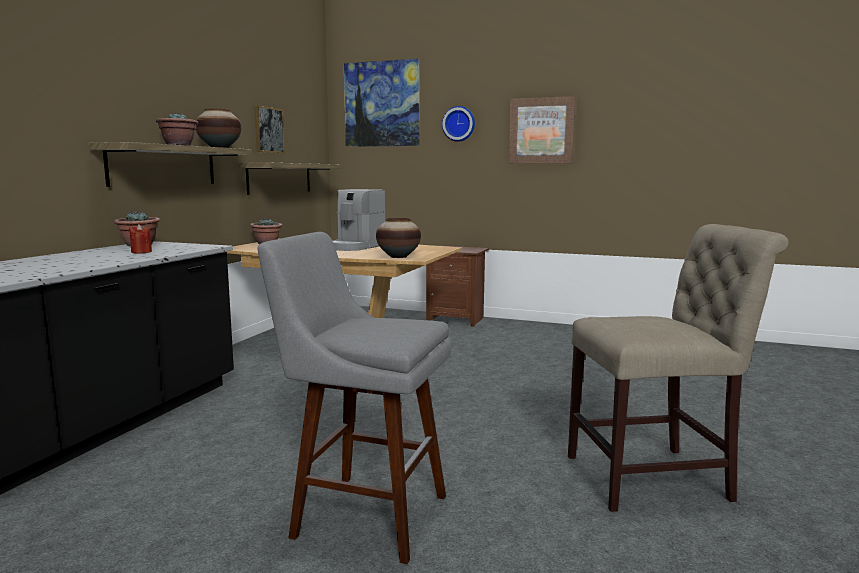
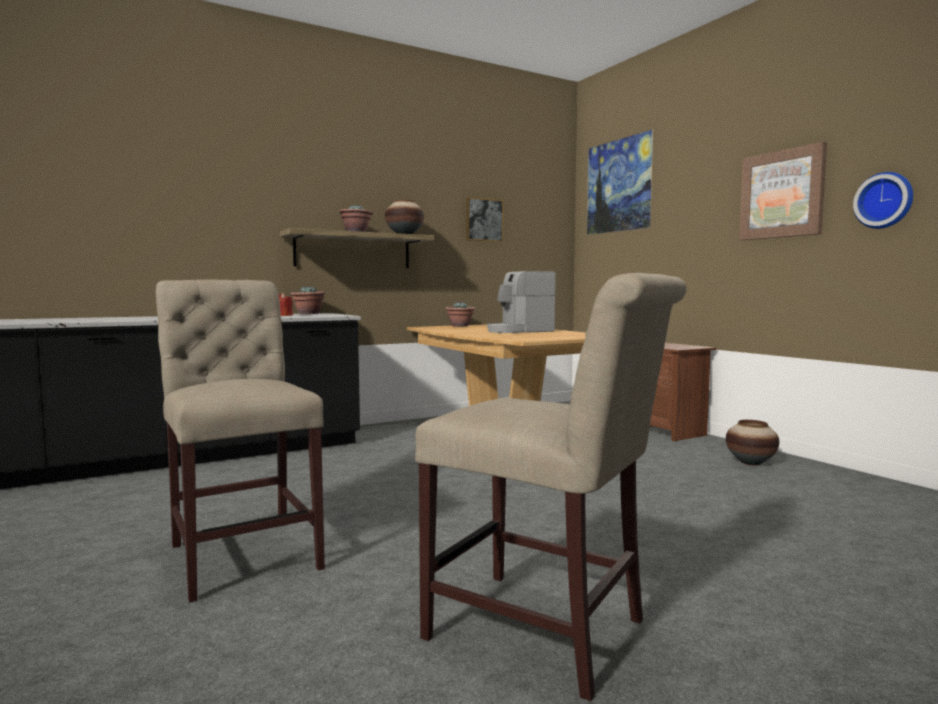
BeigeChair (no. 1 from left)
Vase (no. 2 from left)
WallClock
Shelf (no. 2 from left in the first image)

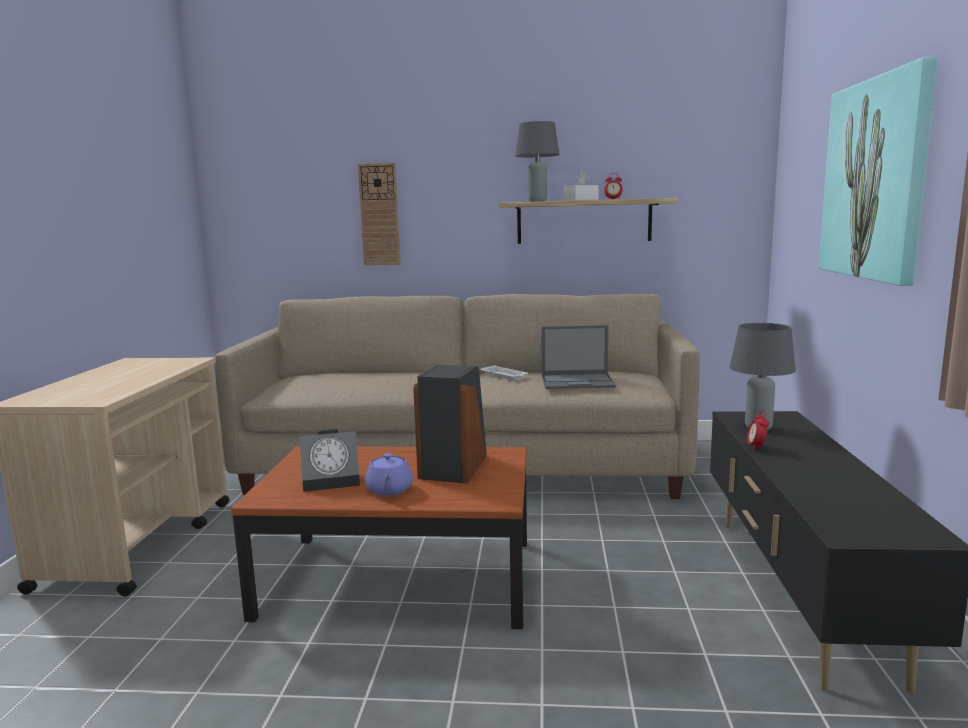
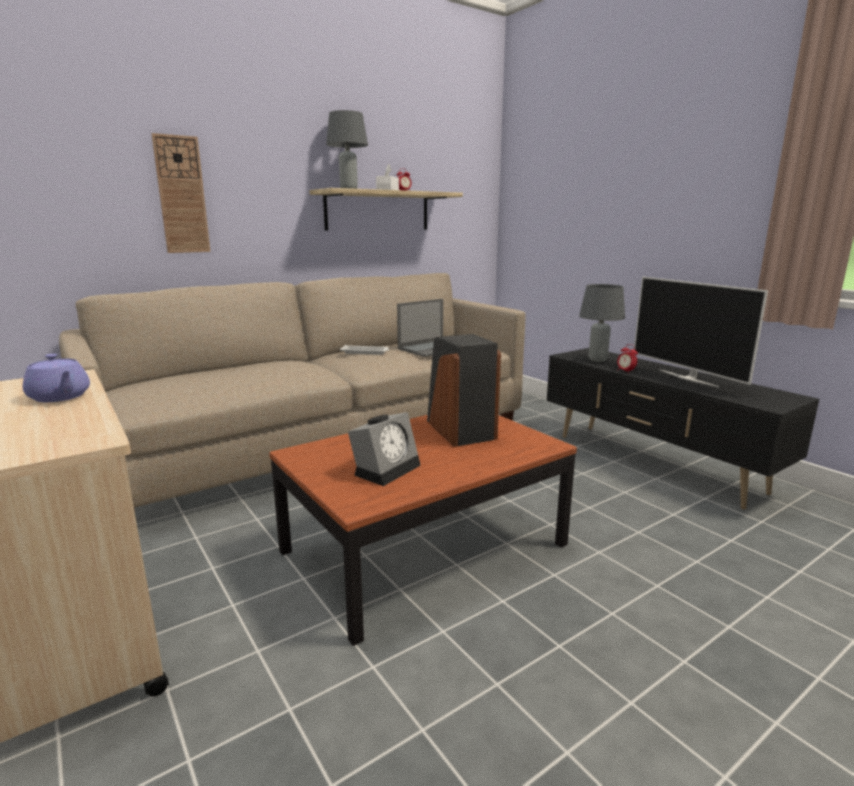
PurpleTeapot
Television
Picture

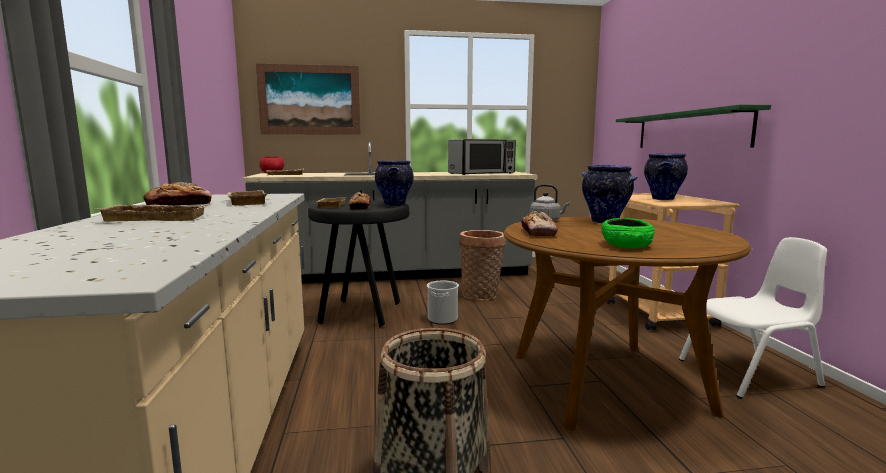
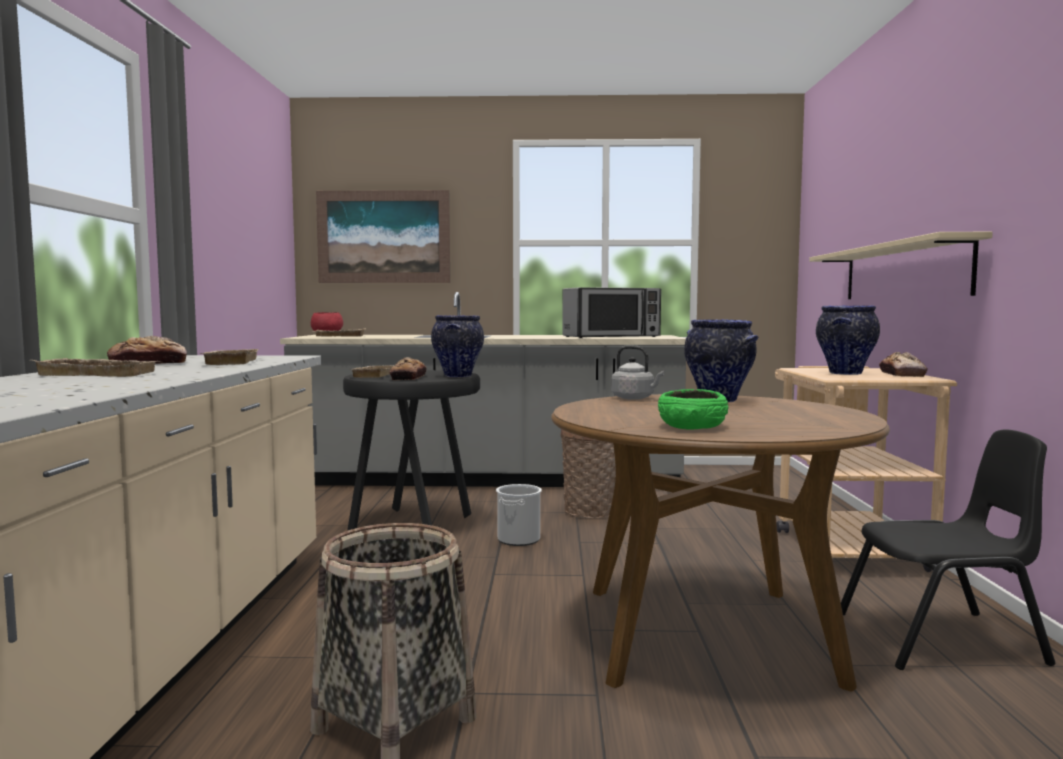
BeigeShelf
BlackChair
Bread (no. 3 from left)

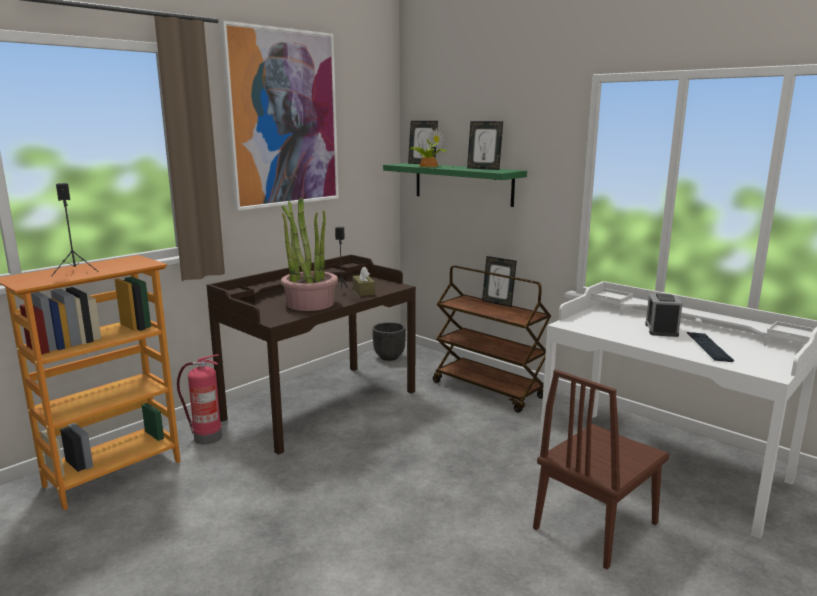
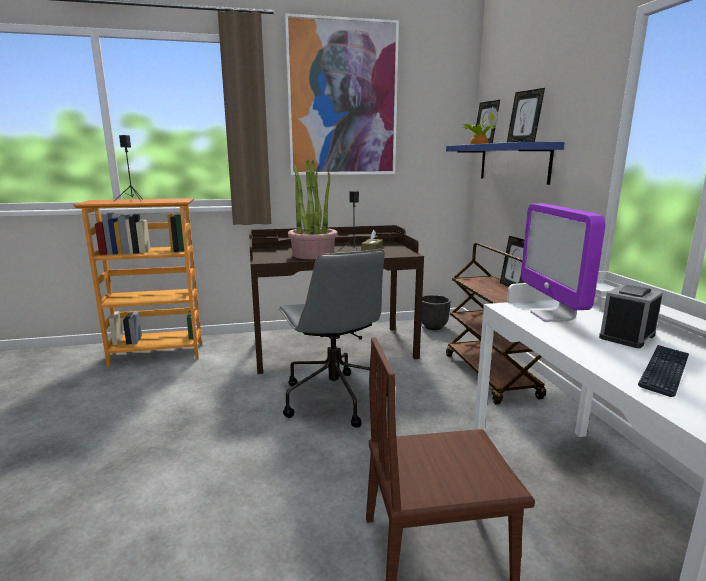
GreyOfficeChair
BlueShelf
Monitor
FireExtinguisher

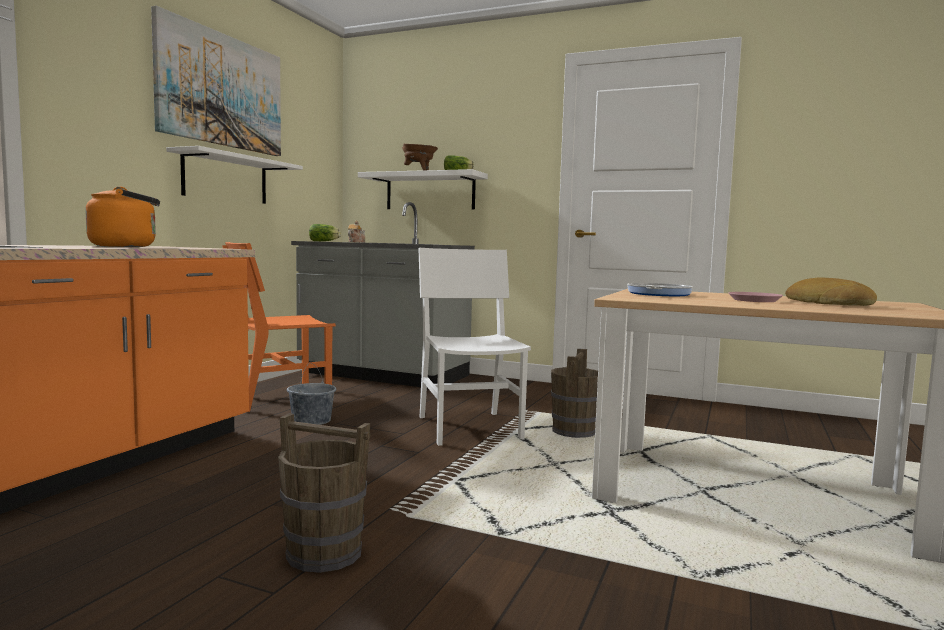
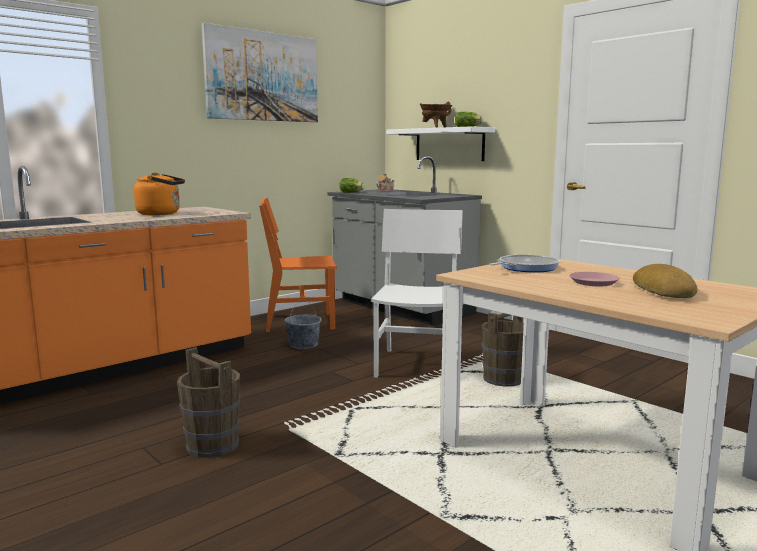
WhiteShelf (no. 1 from left in the first image)

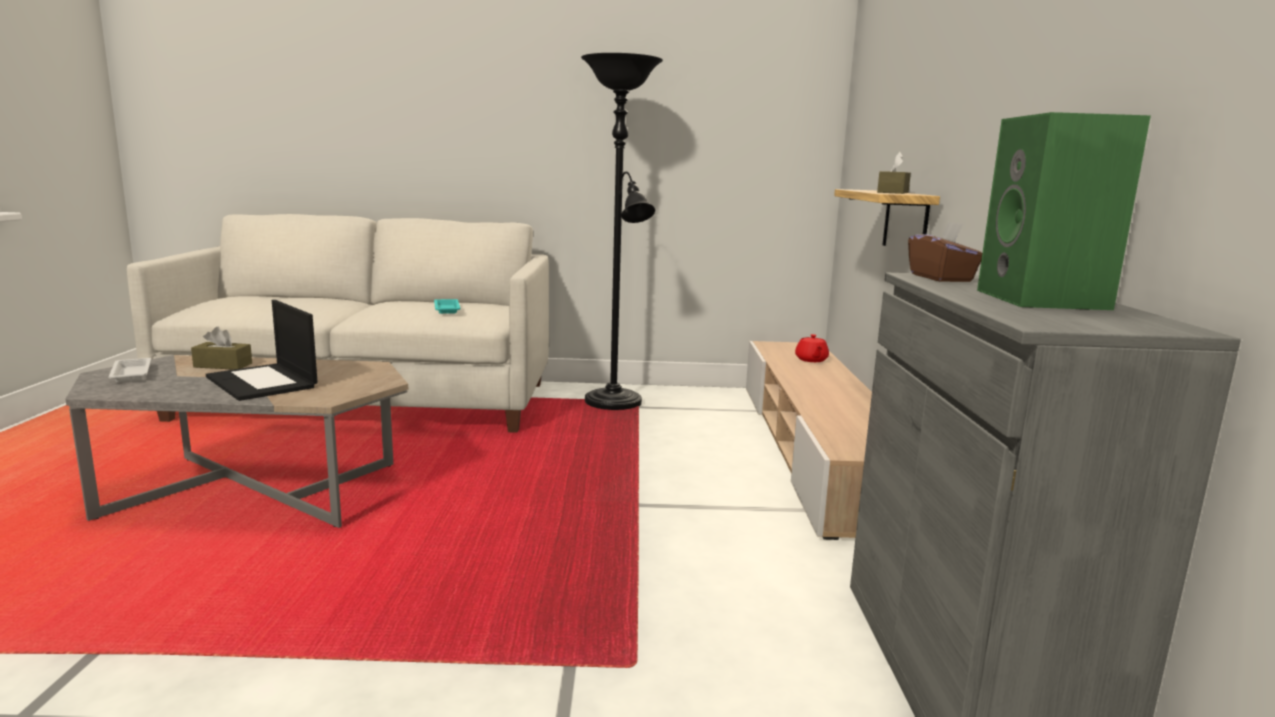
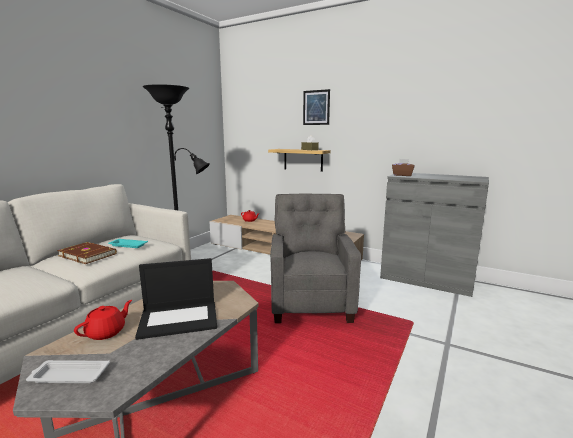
BrownBook
RedTeapot (no. 1 from left)
GreyArmchair
Picture
GreenSpeaker

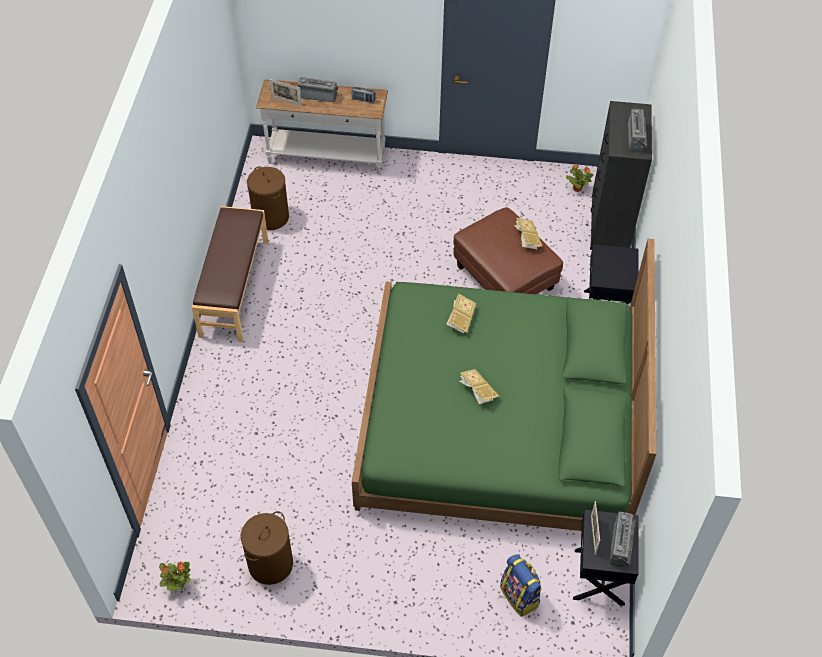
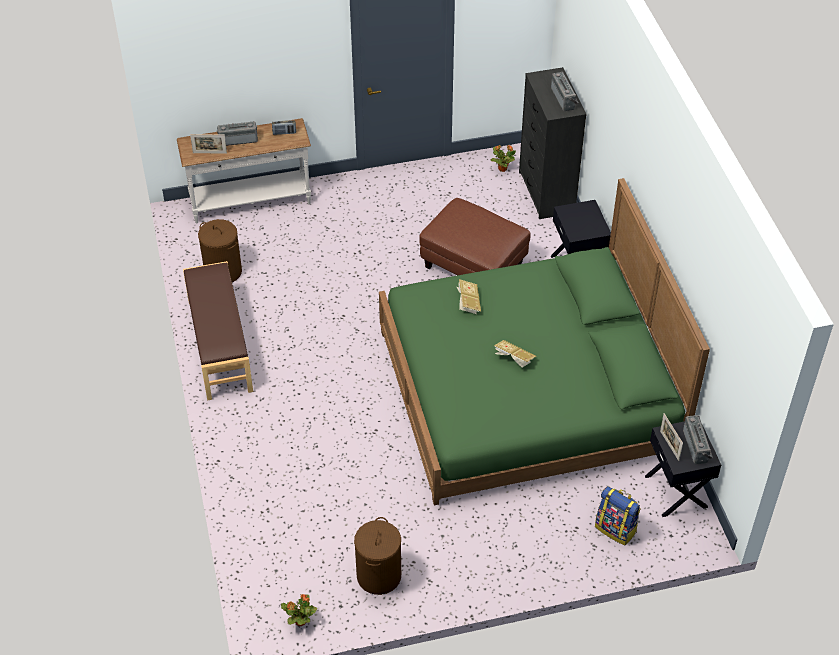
Book (no. 3 from left in the first image)

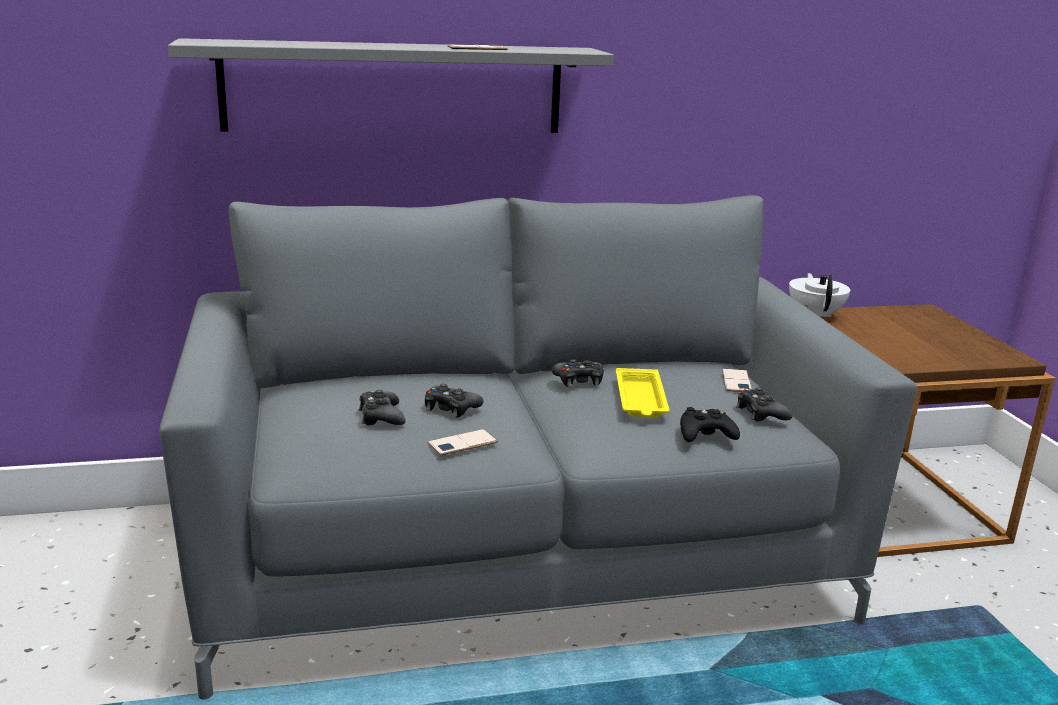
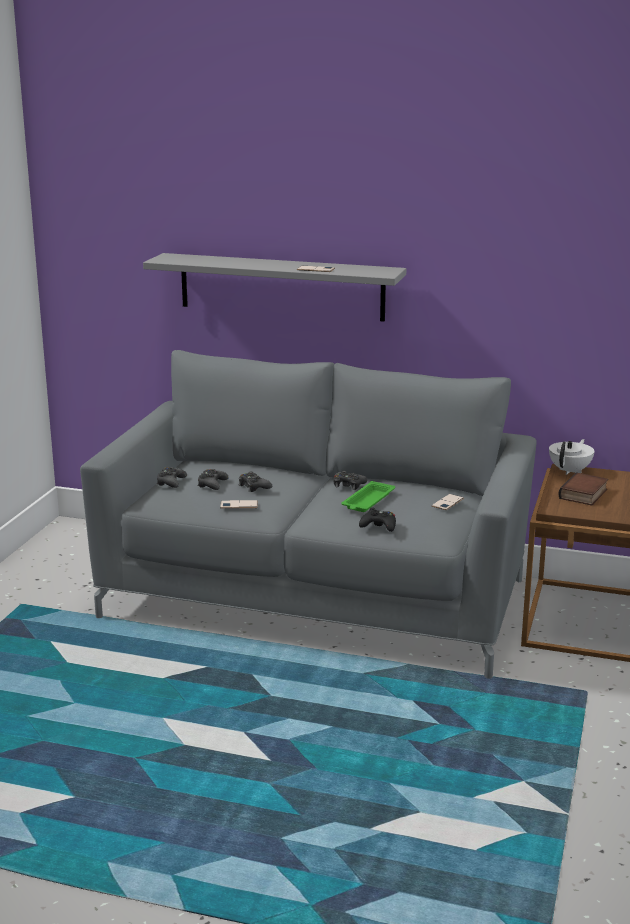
BlackGameController (no. 1 from left)
GreenTray
Book

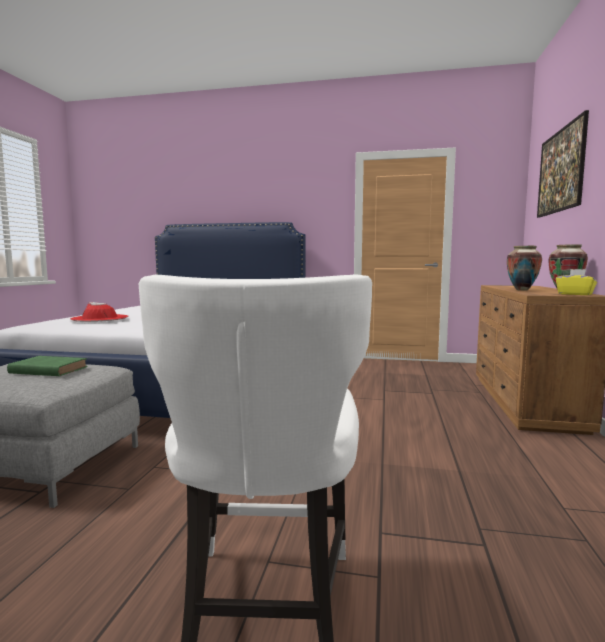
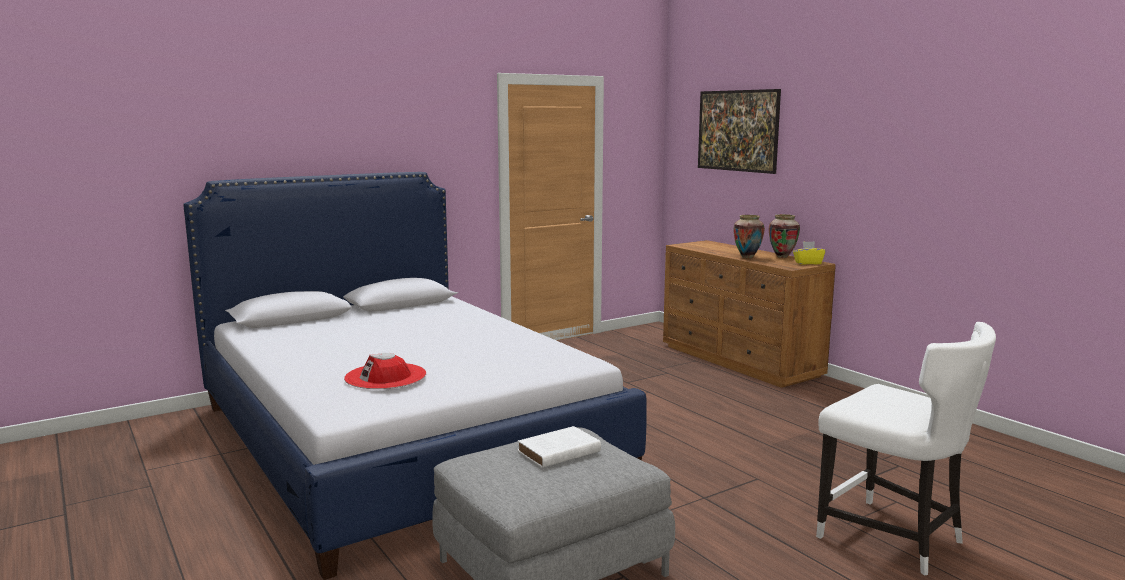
WhiteBook

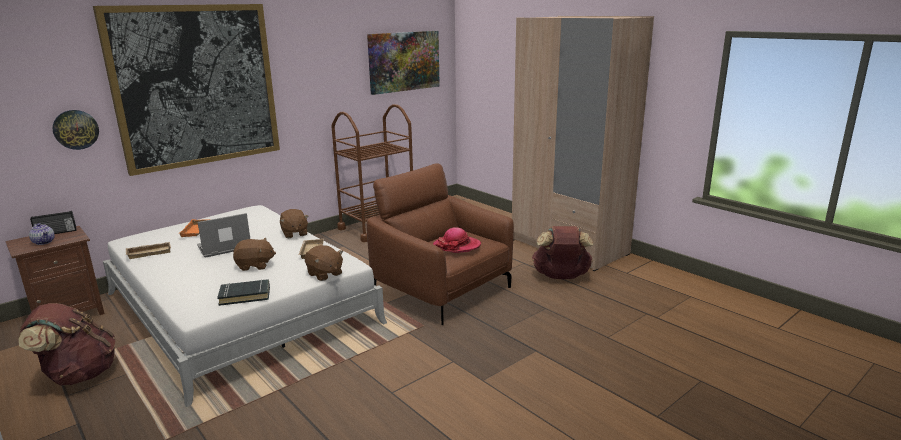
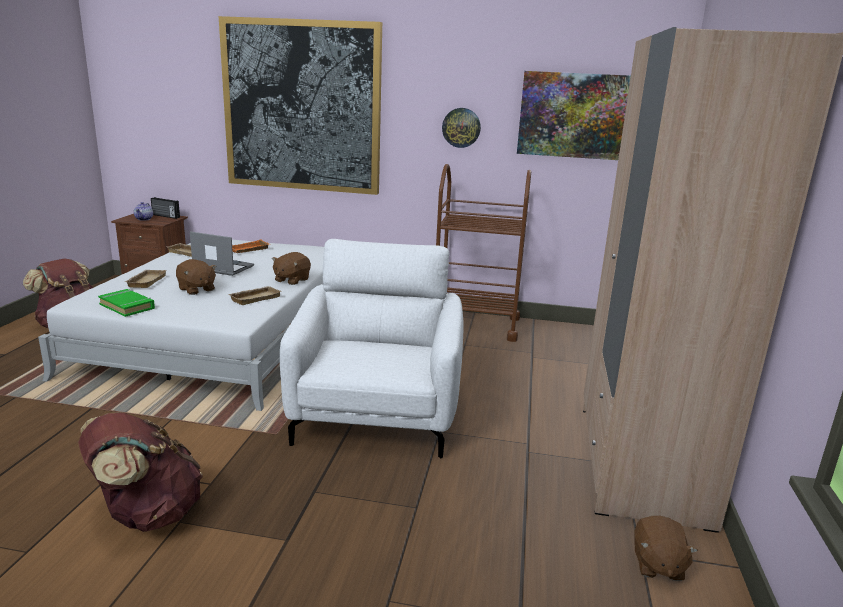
BrownBackpack (no. 2 from left)
GreenBook
BeigeTray (no. 1 from left)
WhiteArmchair
WallClock
BrownPlushToy (no. 3 from left)
Hat

